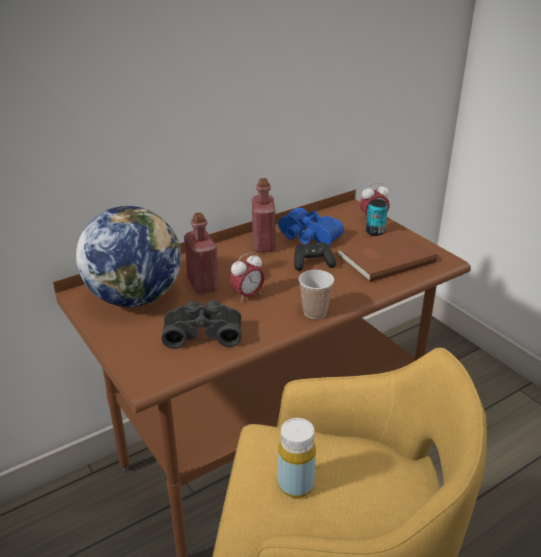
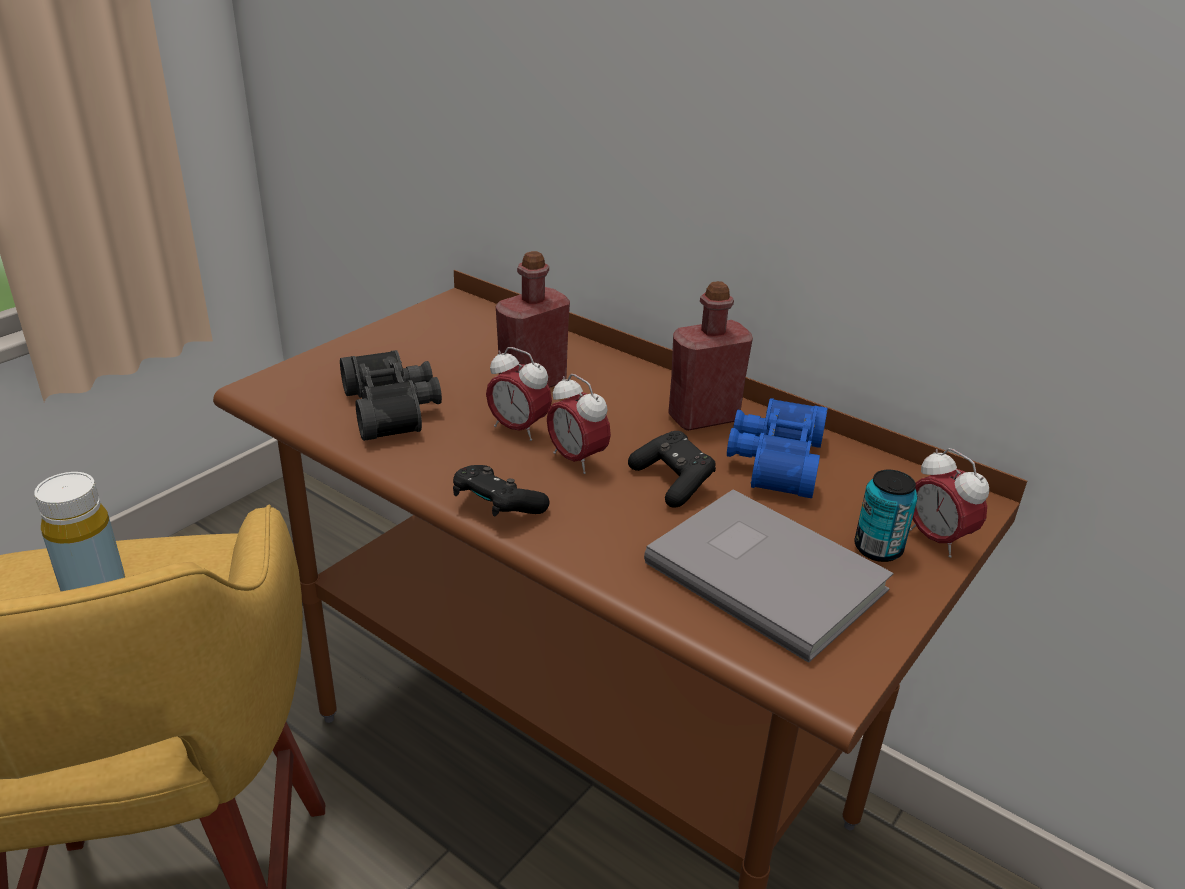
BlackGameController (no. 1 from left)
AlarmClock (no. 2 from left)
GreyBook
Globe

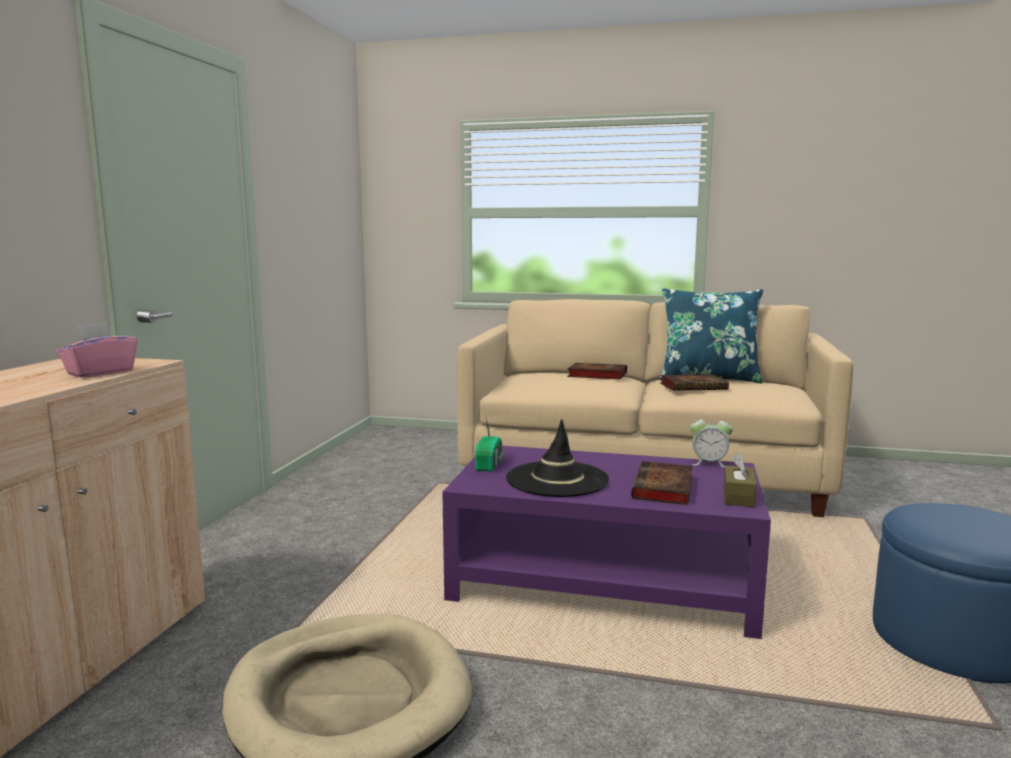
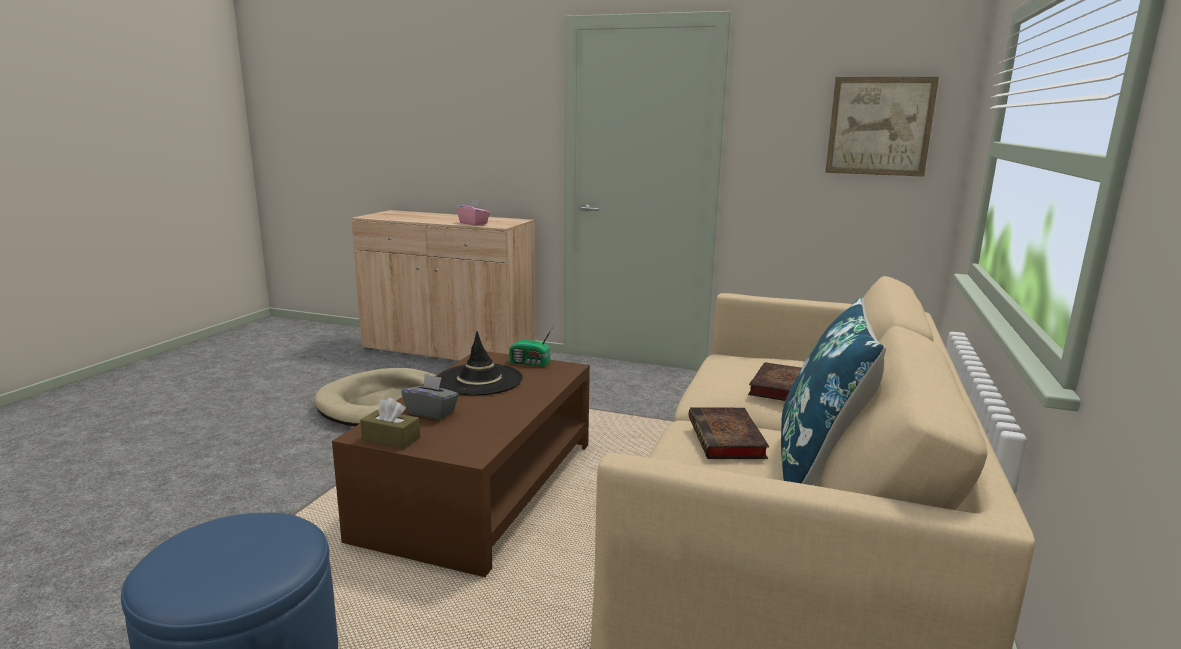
BrownCoffeeTable
GreyTissueBox
Picture
AlarmClock

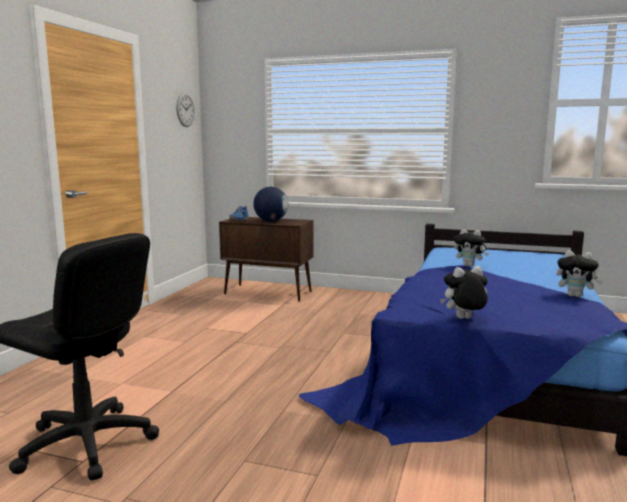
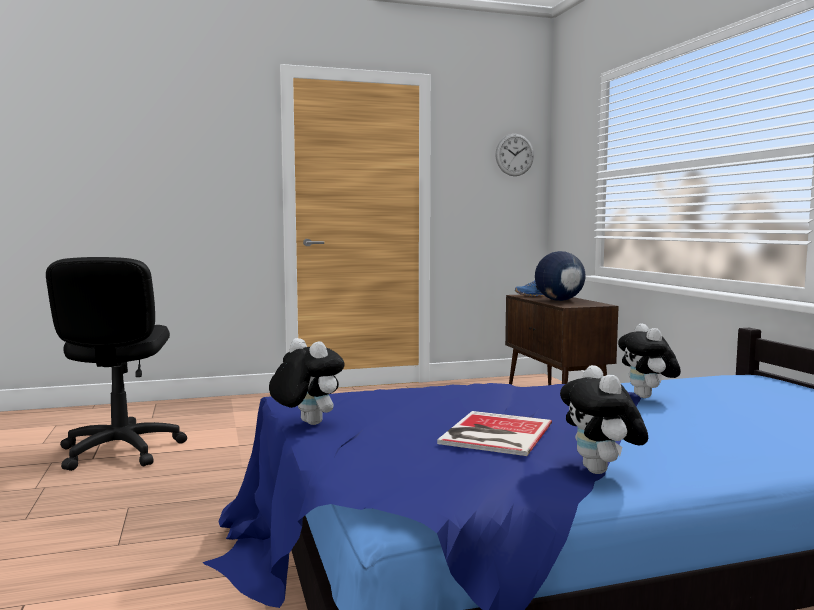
Book

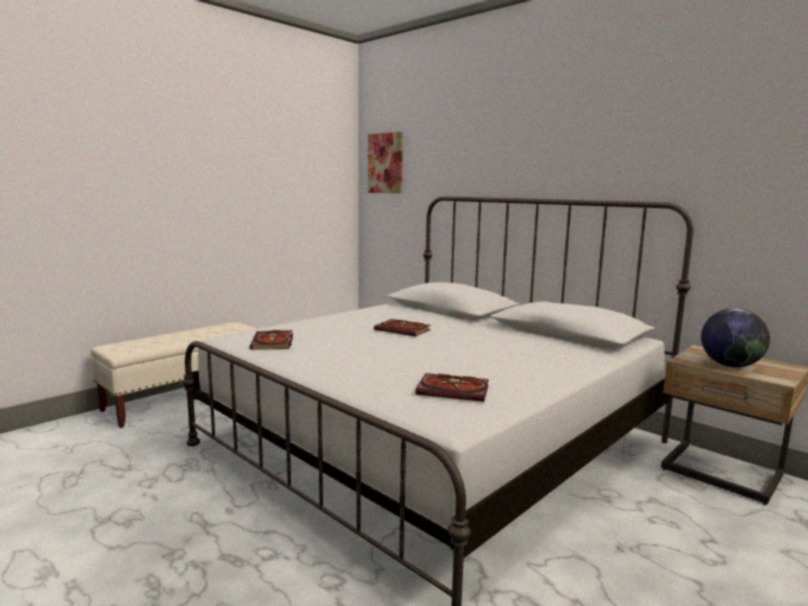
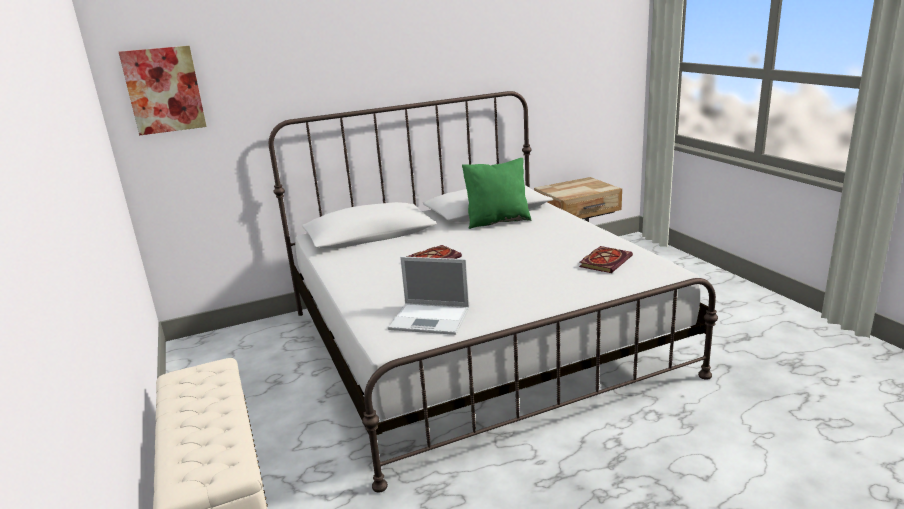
Laptop
GreenPillow
Globe

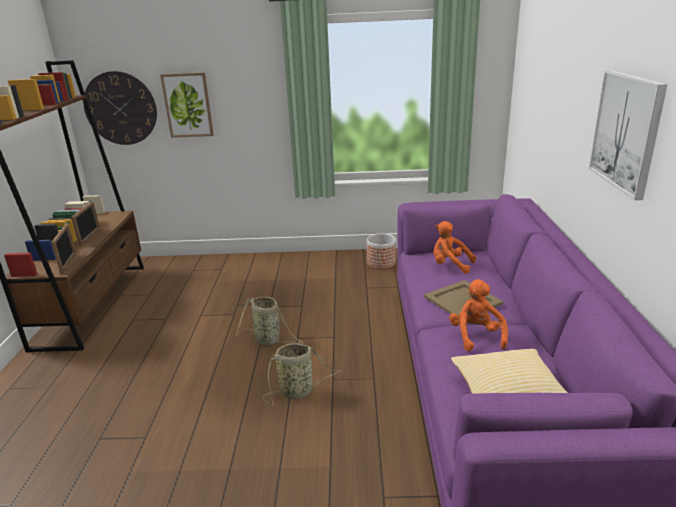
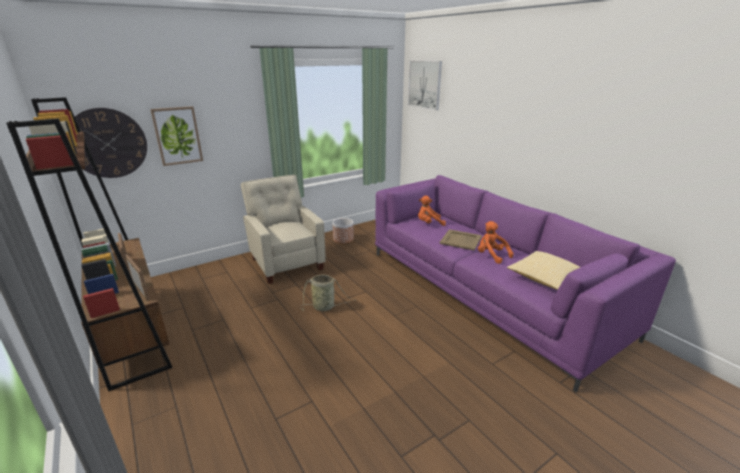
BeigeArmchair
Picture (no. 2 from left)
Basket (no. 2 from left in the first image)

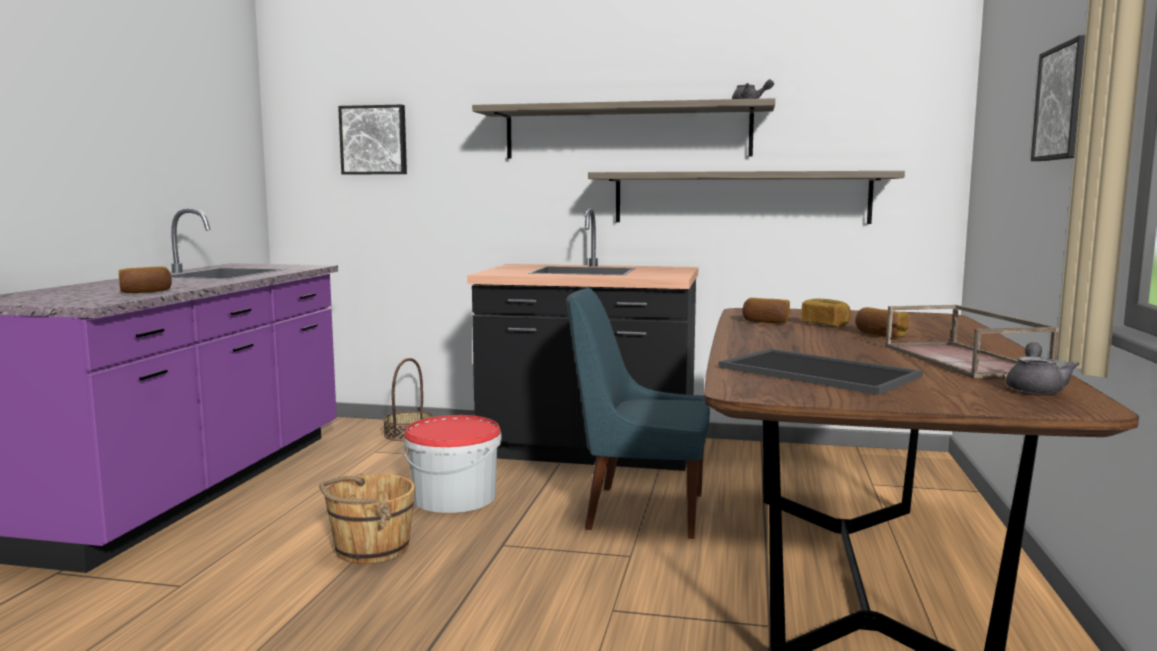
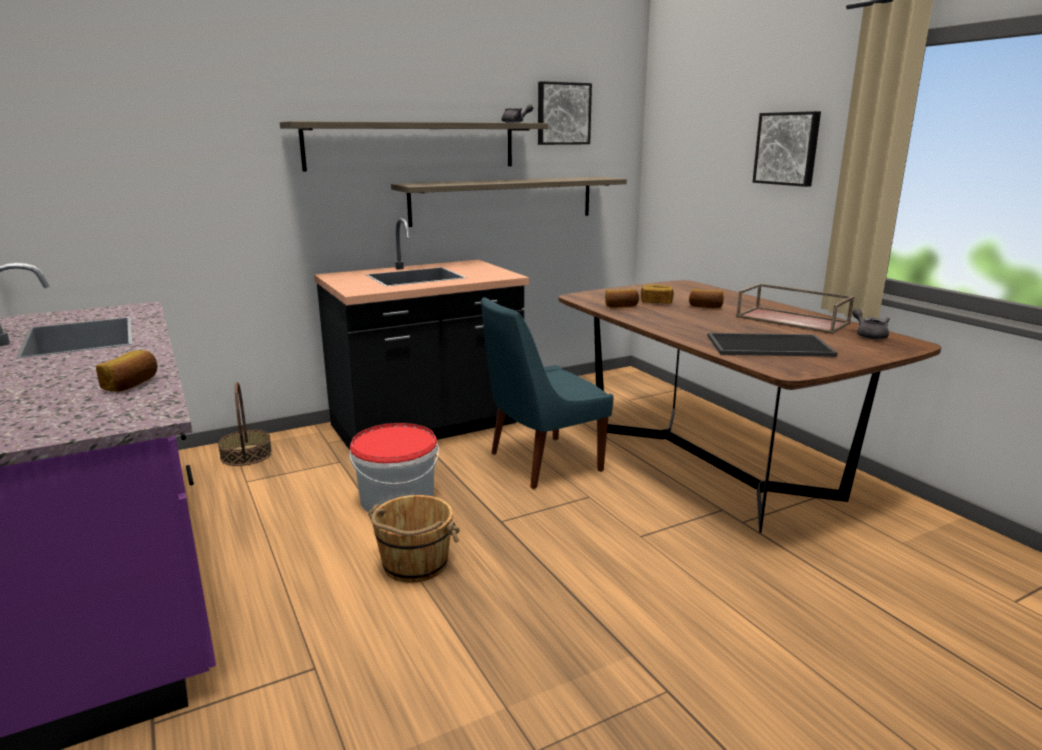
Picture (no. 1 from left)

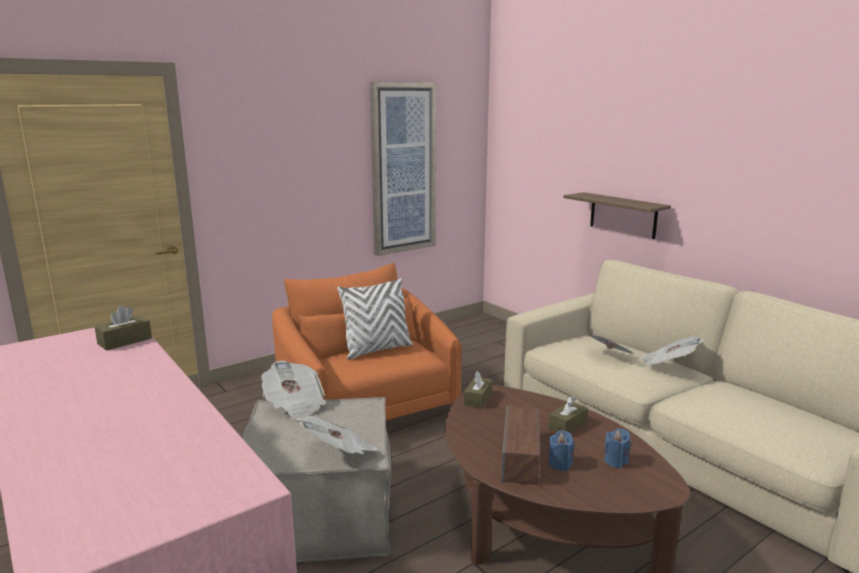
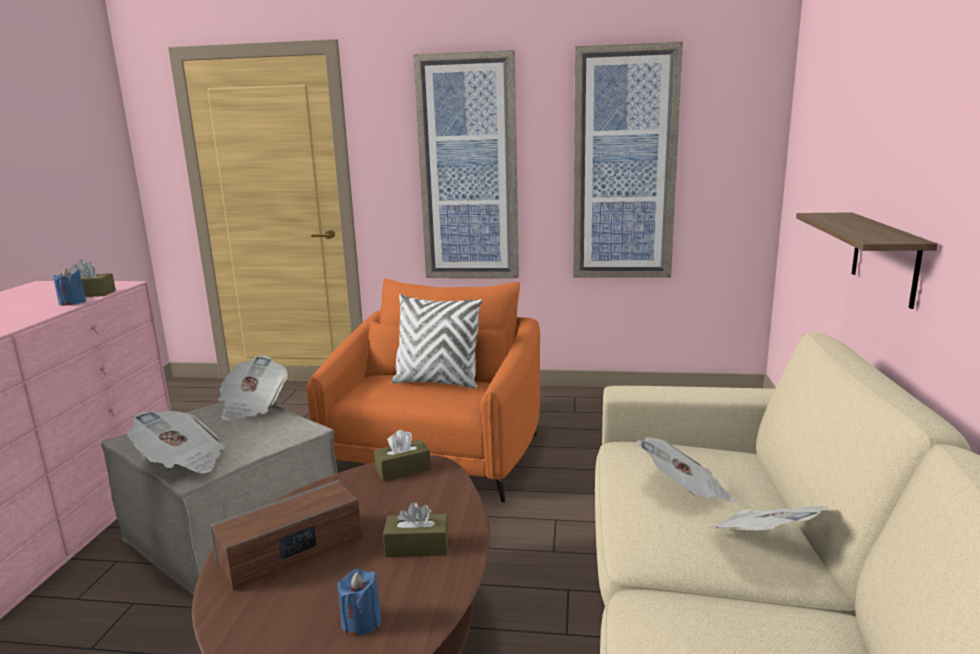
BlueCandle (no. 1 from left)
Picture (no. 1 from left)

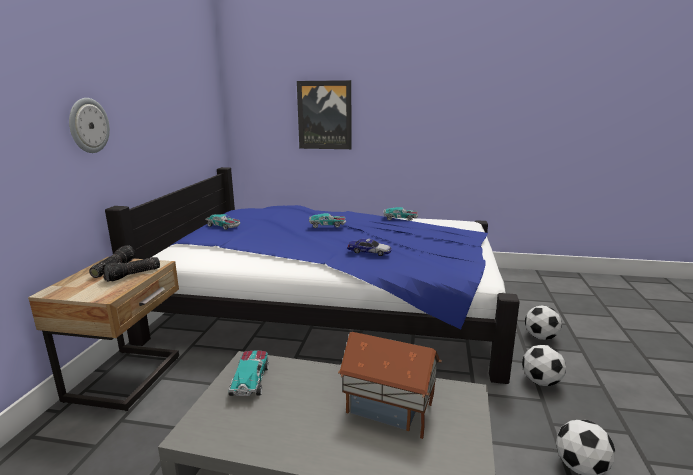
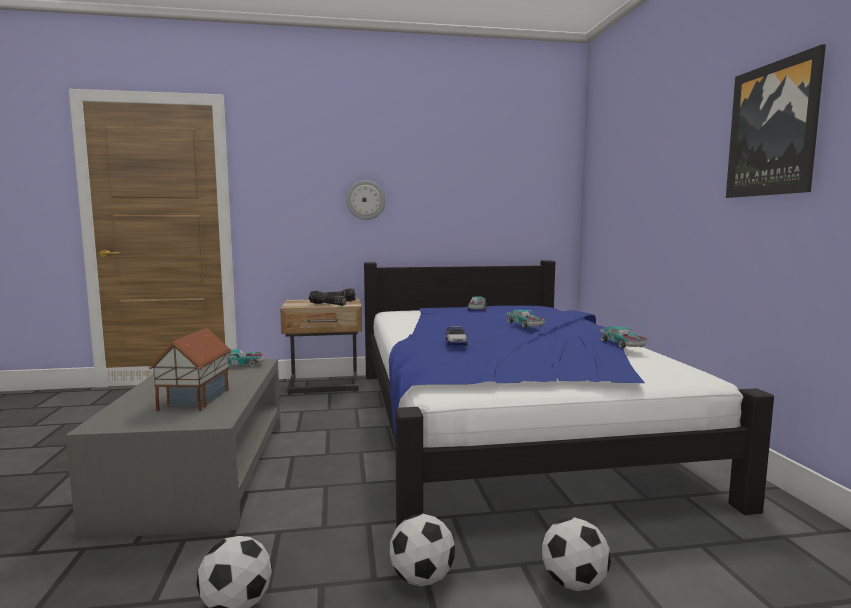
Picture

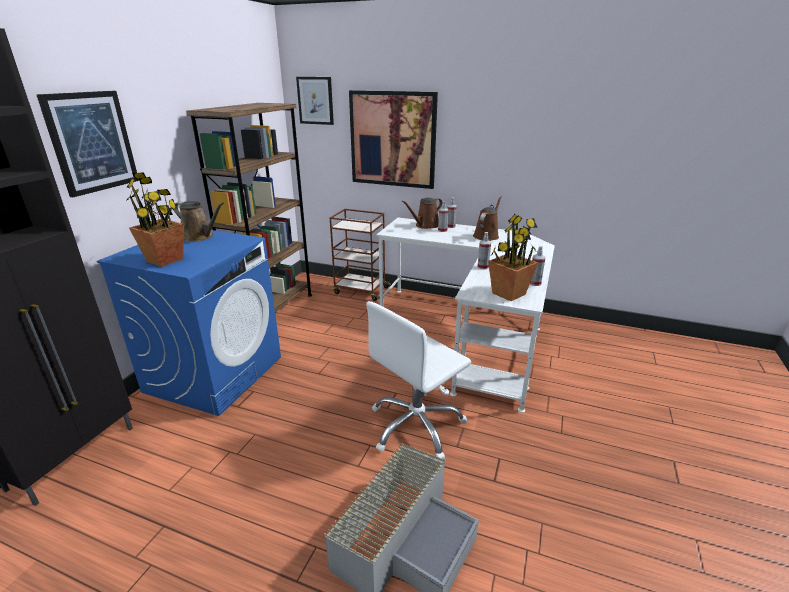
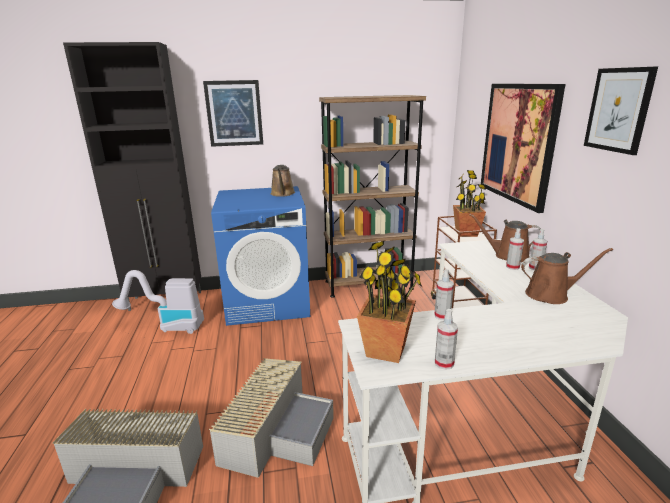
VacuumCleaner
GreyStorageBox (no. 2 from left)
PottedPlant (no. 2 from left)
Picture (no. 3 from left)

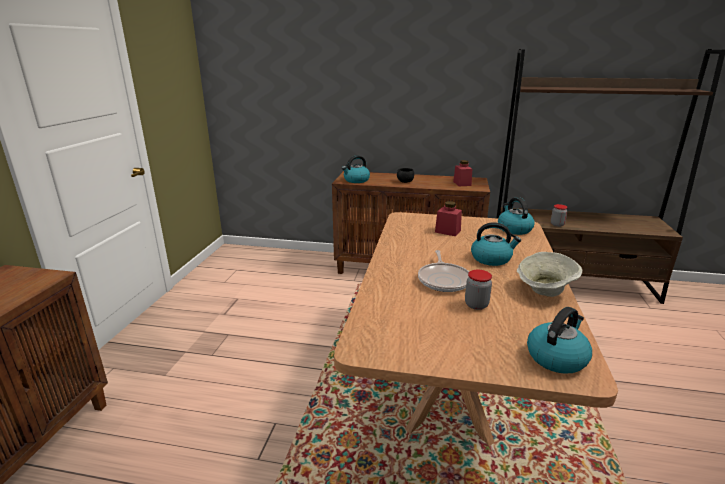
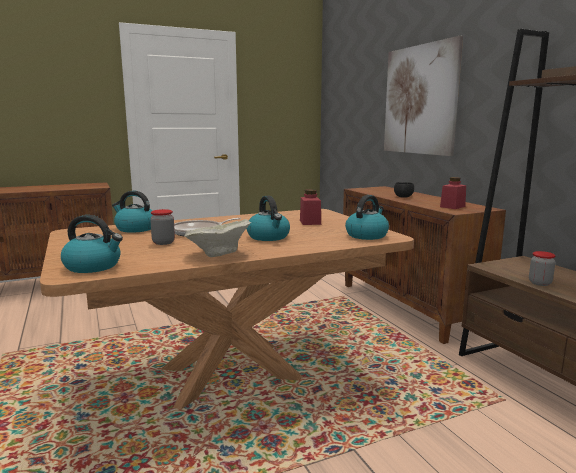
Kettle (no. 2 from left)
Picture

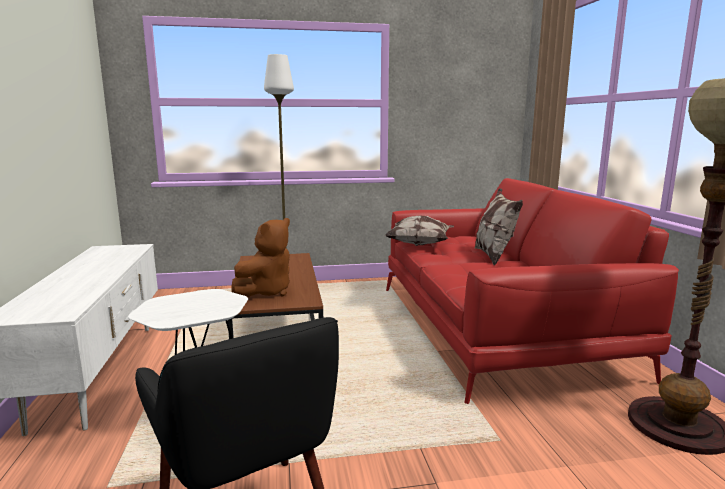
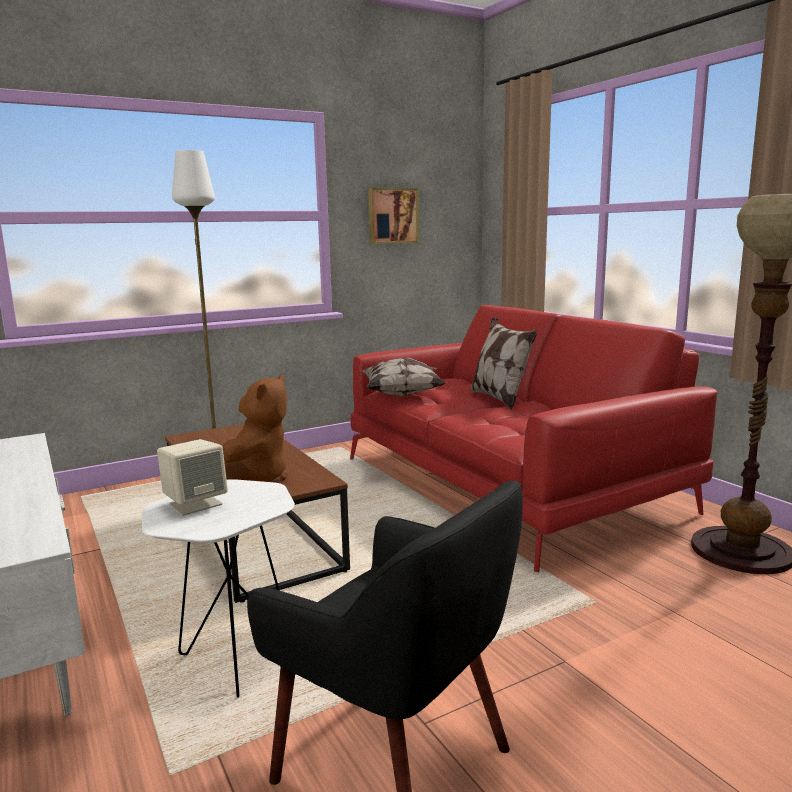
BeigeSpeaker
Picture

